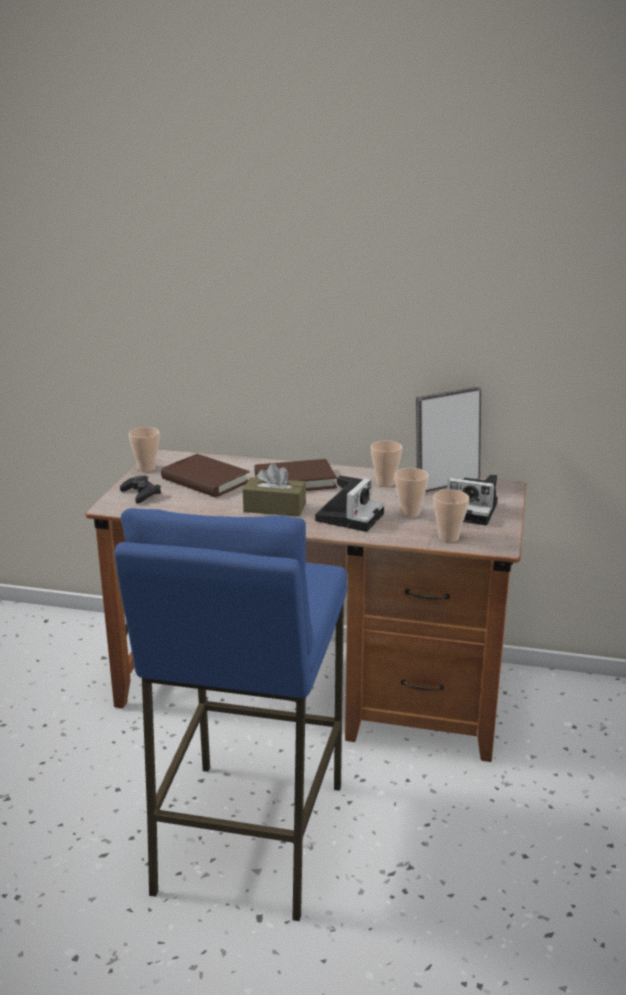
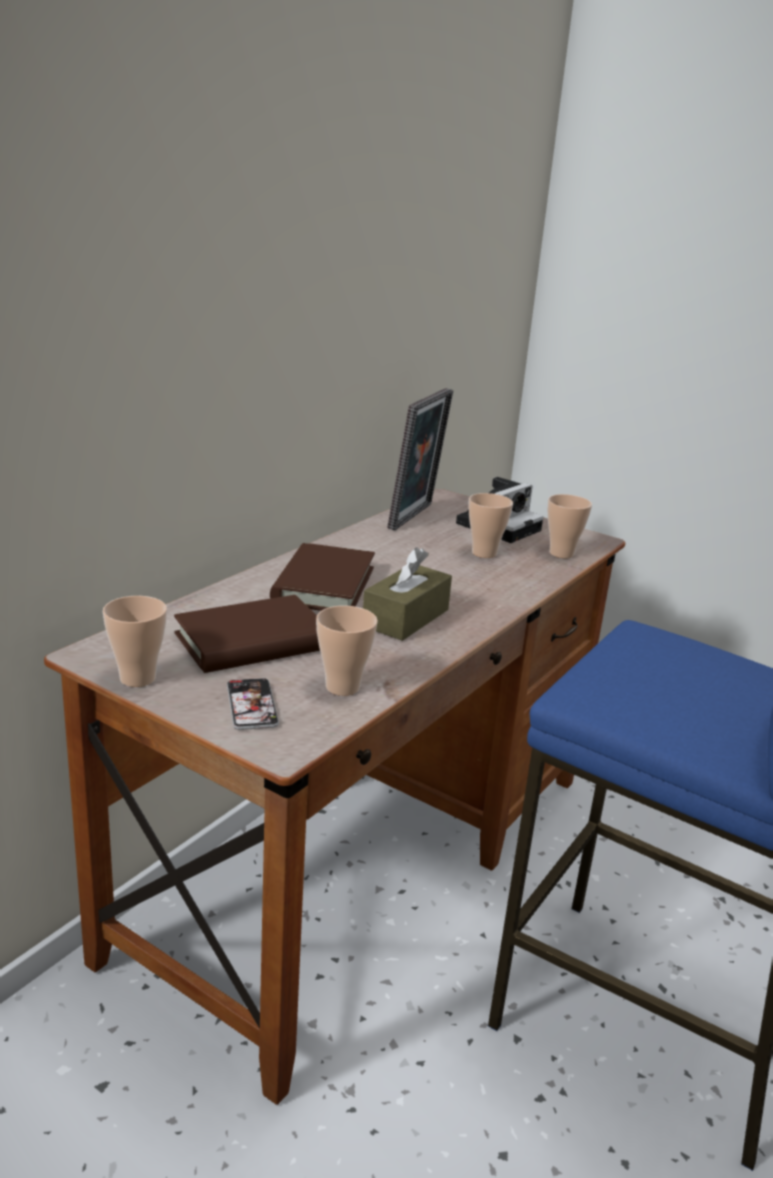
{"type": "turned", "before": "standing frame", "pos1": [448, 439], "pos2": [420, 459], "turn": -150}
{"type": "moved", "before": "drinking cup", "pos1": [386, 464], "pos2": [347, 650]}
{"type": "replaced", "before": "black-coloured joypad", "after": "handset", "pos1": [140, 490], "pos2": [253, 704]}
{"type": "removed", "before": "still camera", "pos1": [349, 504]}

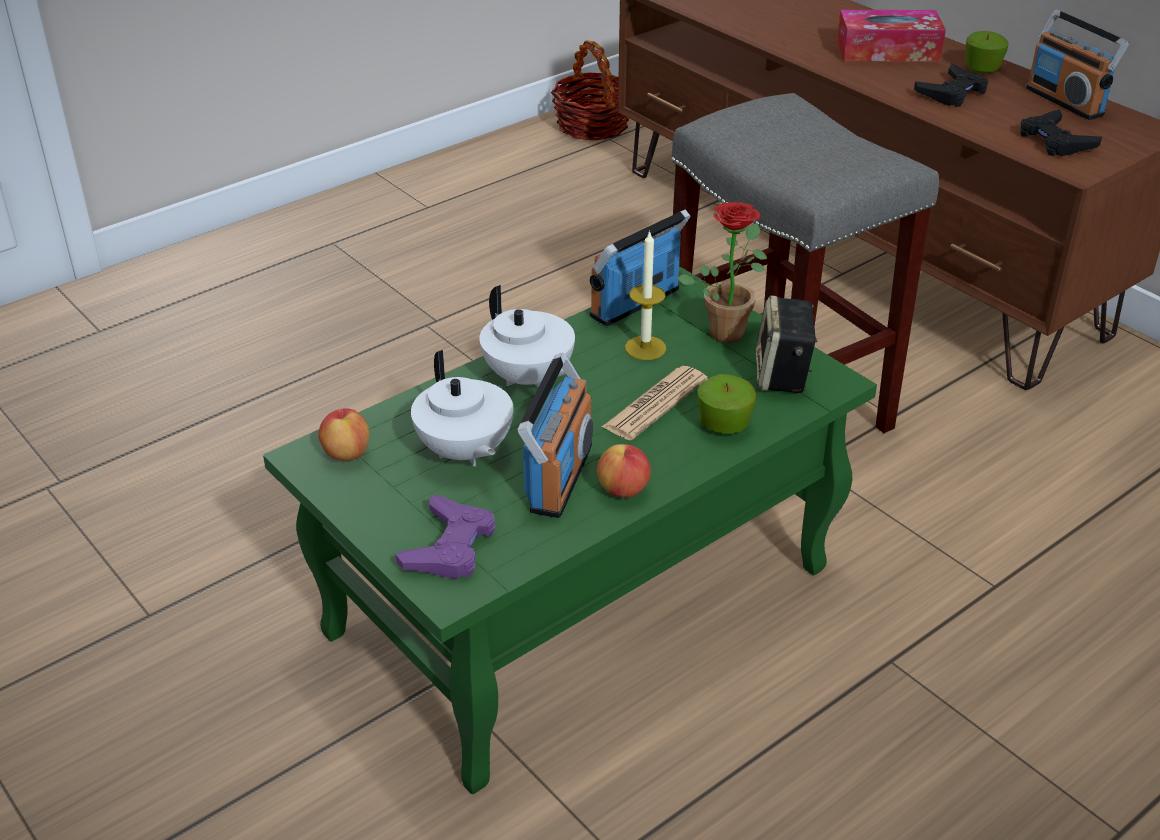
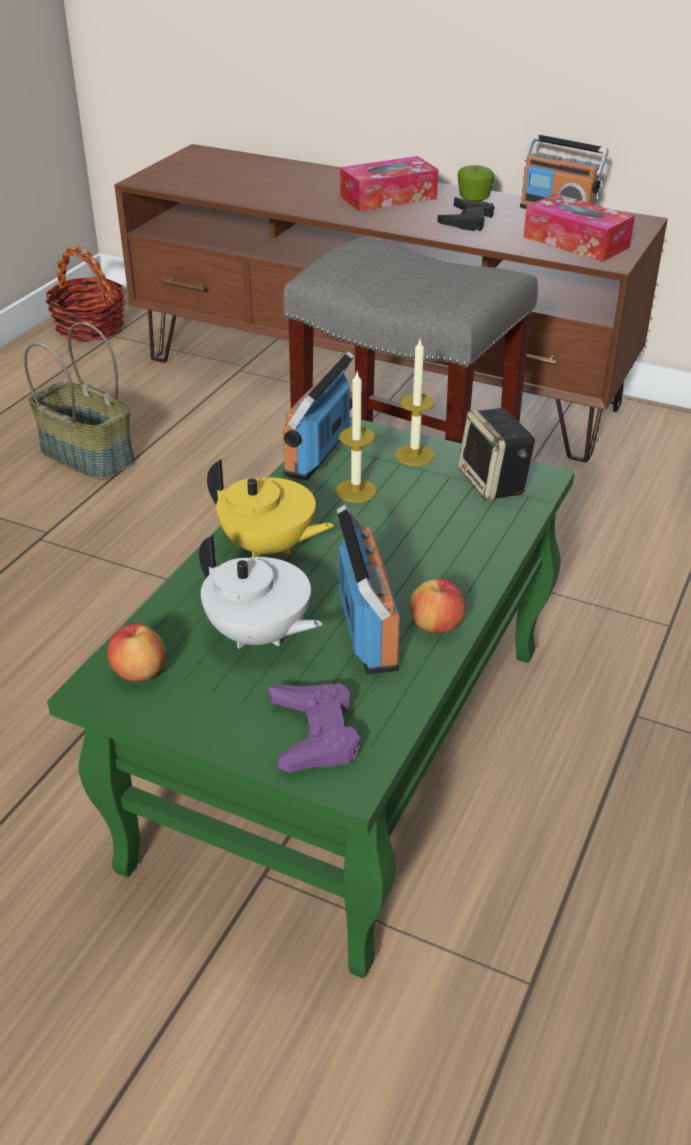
{"type": "replaced", "before": "black-coloured joypad", "after": "box of tissues", "pos1": [1061, 133], "pos2": [579, 227]}
{"type": "replaced", "before": "houseplant", "after": "wax candle", "pos1": [722, 272], "pos2": [414, 403]}
{"type": "recoloured", "before": "whitish tea pot", "after": "yellowish tea pot", "pos1": [527, 336], "pos2": [270, 508]}
{"type": "removed", "before": "printed paper", "pos1": [655, 403]}
{"type": "removed", "before": "apple", "pos1": [726, 404]}
{"type": "added", "after": "storage basket", "pos2": [79, 401]}

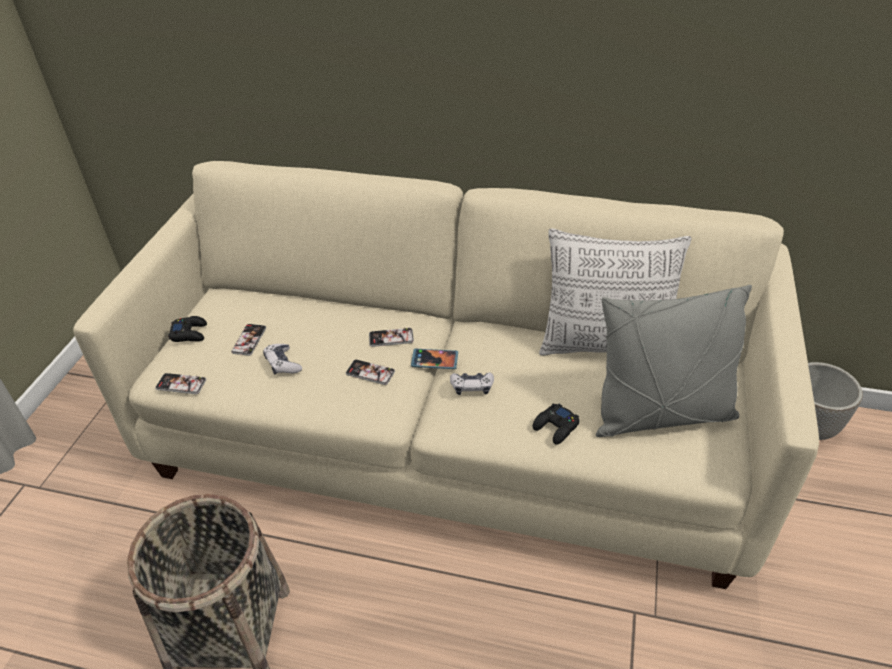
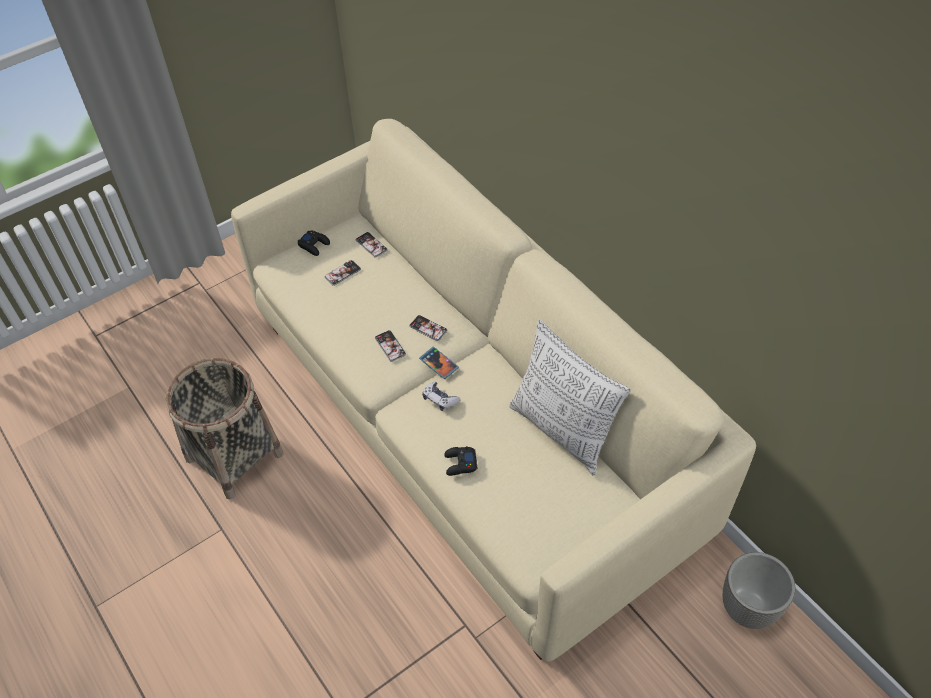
{"type": "removed", "before": "grey pillow", "pos1": [674, 361]}
{"type": "removed", "before": "joypad", "pos1": [282, 359]}
{"type": "moved", "before": "handset", "pos1": [180, 383], "pos2": [372, 245]}

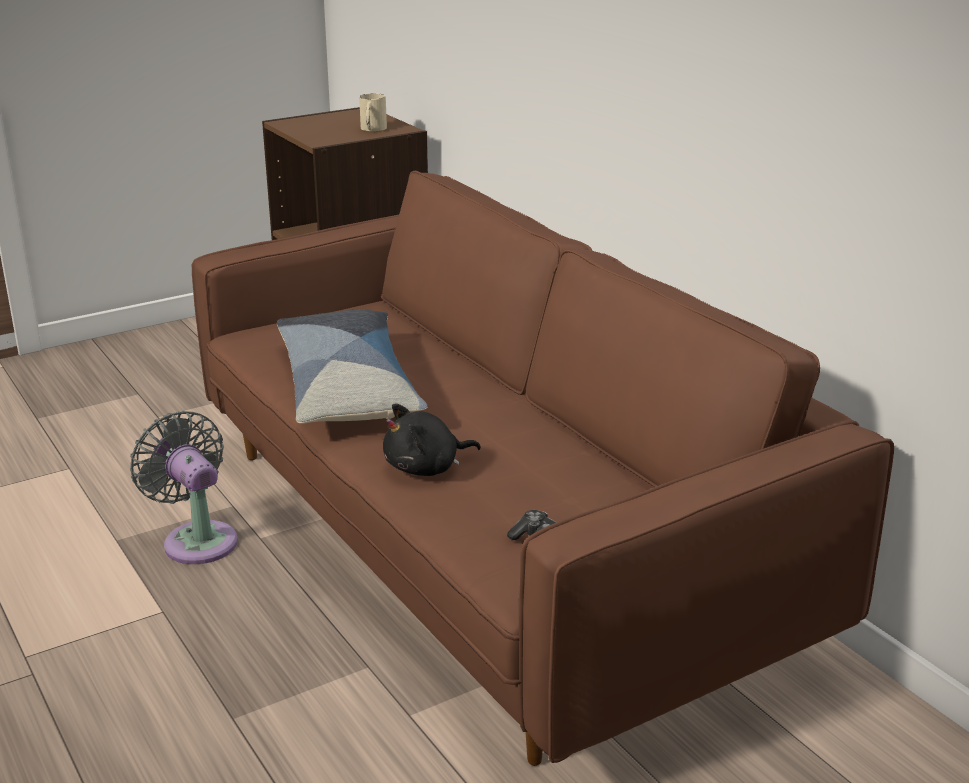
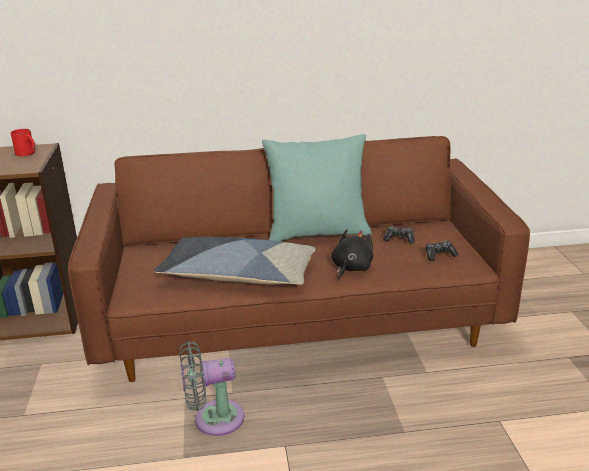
{"type": "recoloured", "before": "sand-coloured tea mug", "after": "red tea mug", "pos1": [373, 112], "pos2": [23, 142]}
{"type": "turned", "before": "black-coloured soft toy", "pos1": [432, 440], "pos2": [352, 255], "turn": -150}
{"type": "added", "after": "turquoise-coloured pillow", "pos2": [317, 187]}
{"type": "added", "after": "joypad", "pos2": [399, 235]}

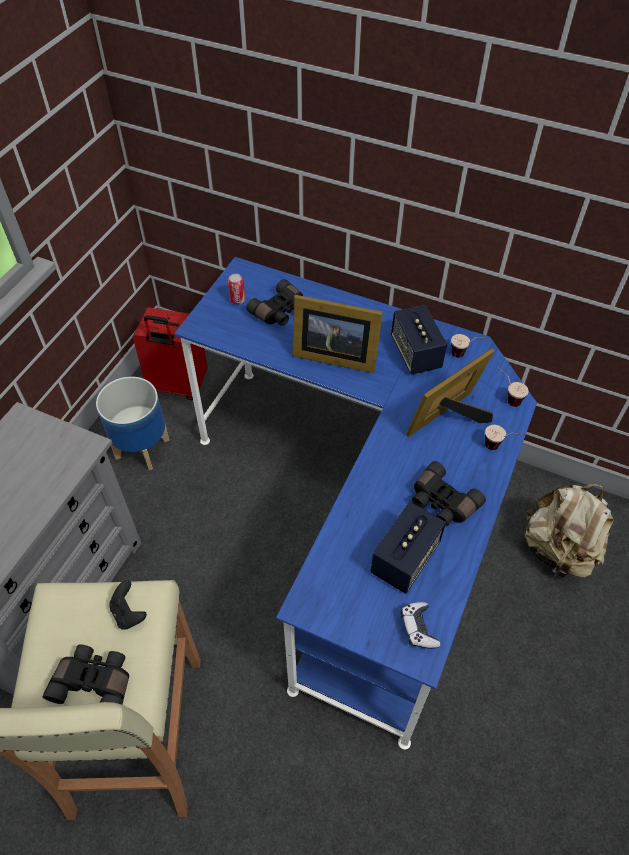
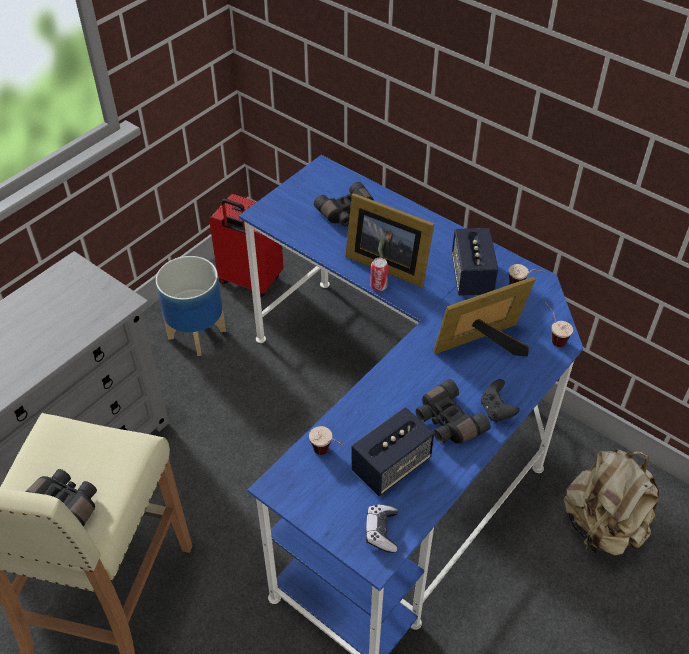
{"type": "moved", "before": "metal can", "pos1": [236, 289], "pos2": [379, 274]}
{"type": "moved", "before": "drinking cup", "pos1": [505, 437], "pos2": [326, 440]}
{"type": "moved", "before": "black-coloured joypad", "pos1": [128, 605], "pos2": [500, 400]}

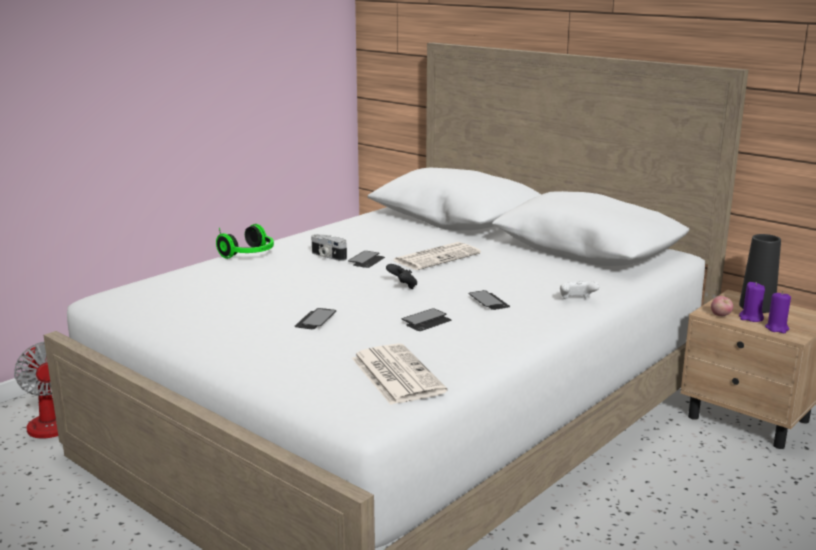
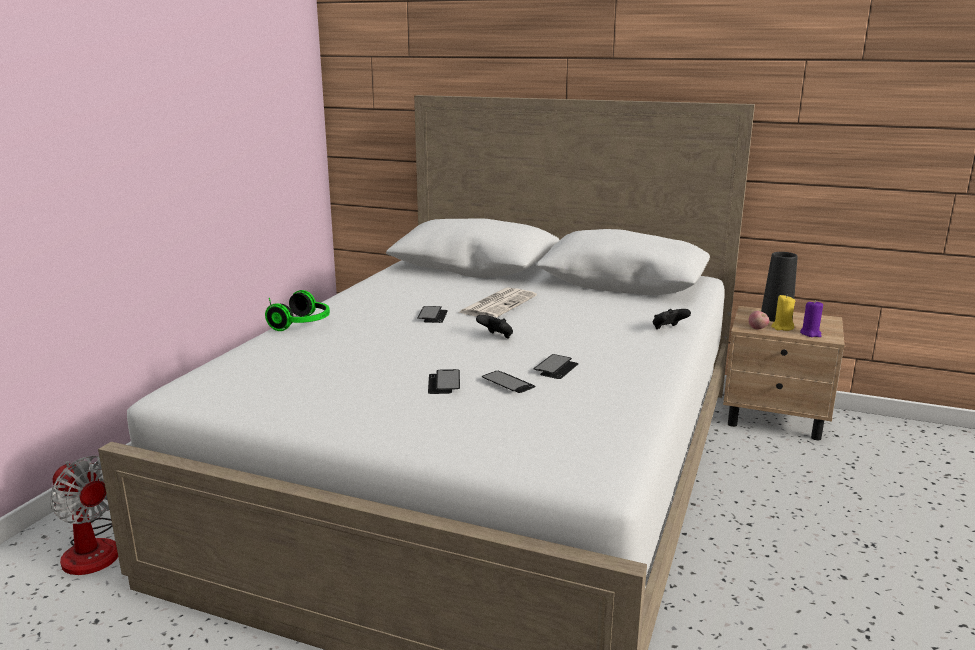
{"type": "removed", "before": "still camera", "pos1": [329, 247]}
{"type": "recoloured", "before": "whitish joypad", "after": "black-coloured joypad", "pos1": [580, 289], "pos2": [672, 319]}
{"type": "recoloured", "before": "purplish wax candle", "after": "yellowish wax candle", "pos1": [752, 302], "pos2": [783, 313]}
{"type": "moved", "before": "handset", "pos1": [489, 300], "pos2": [508, 382]}
{"type": "removed", "before": "printed paper", "pos1": [400, 374]}

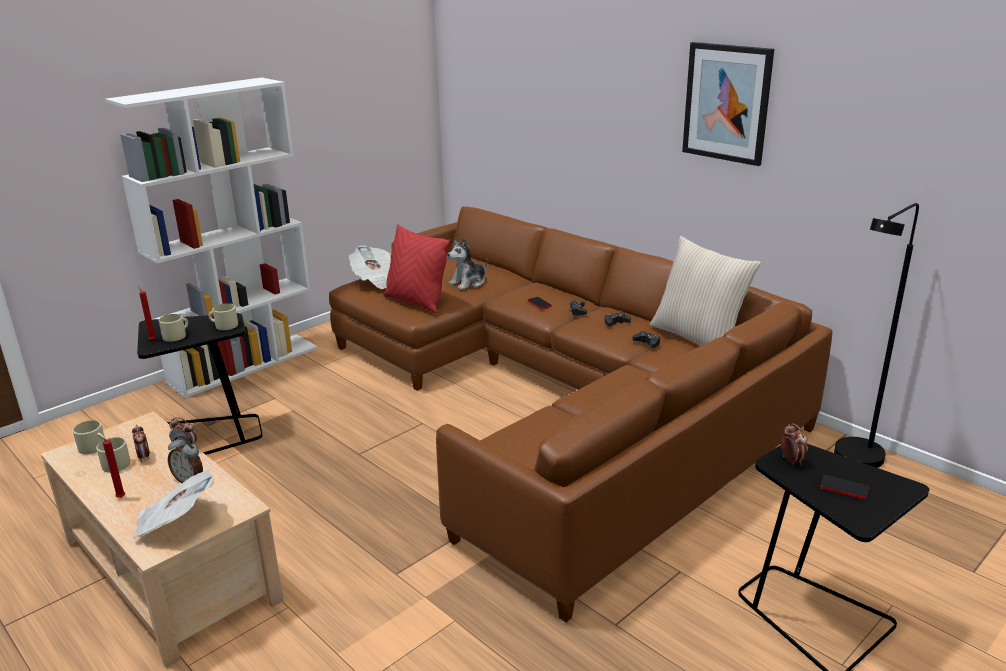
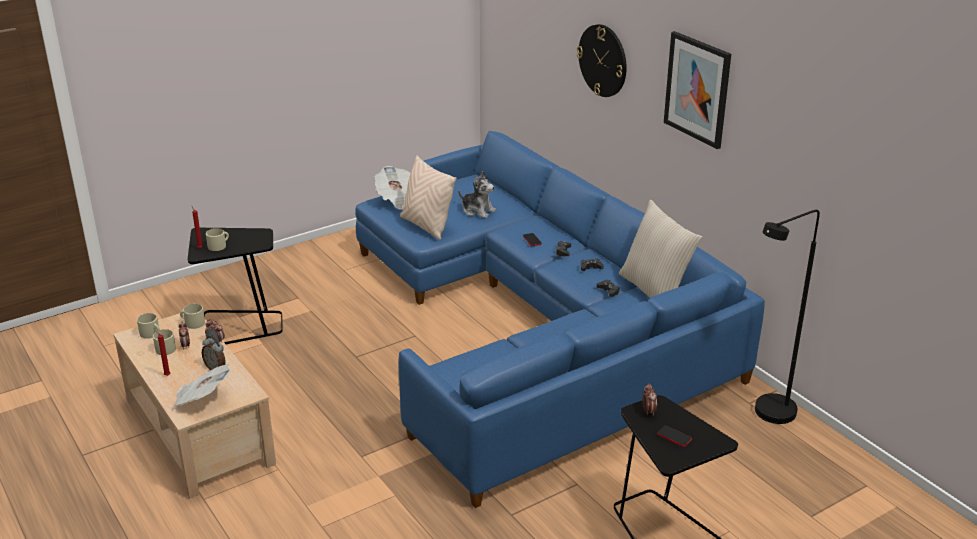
{"type": "removed", "before": "whitish shelving unit", "pos1": [211, 237]}
{"type": "recoloured", "before": "brownish couch", "after": "blue couch", "pos1": [581, 414], "pos2": [560, 319]}
{"type": "recoloured", "before": "red pillow", "after": "sand-coloured pillow", "pos1": [417, 268], "pos2": [428, 197]}
{"type": "turned", "before": "soft toy", "pos1": [467, 264], "pos2": [477, 194], "turn": -120}
{"type": "moved", "before": "sand-coloured tea mug", "pos1": [223, 316], "pos2": [192, 316]}
{"type": "added", "after": "hanging clock", "pos2": [602, 60]}

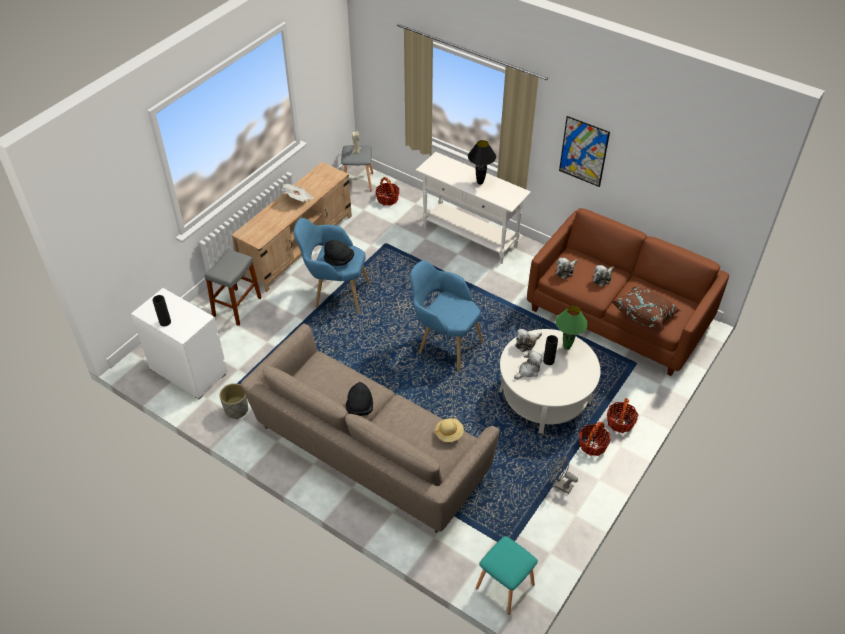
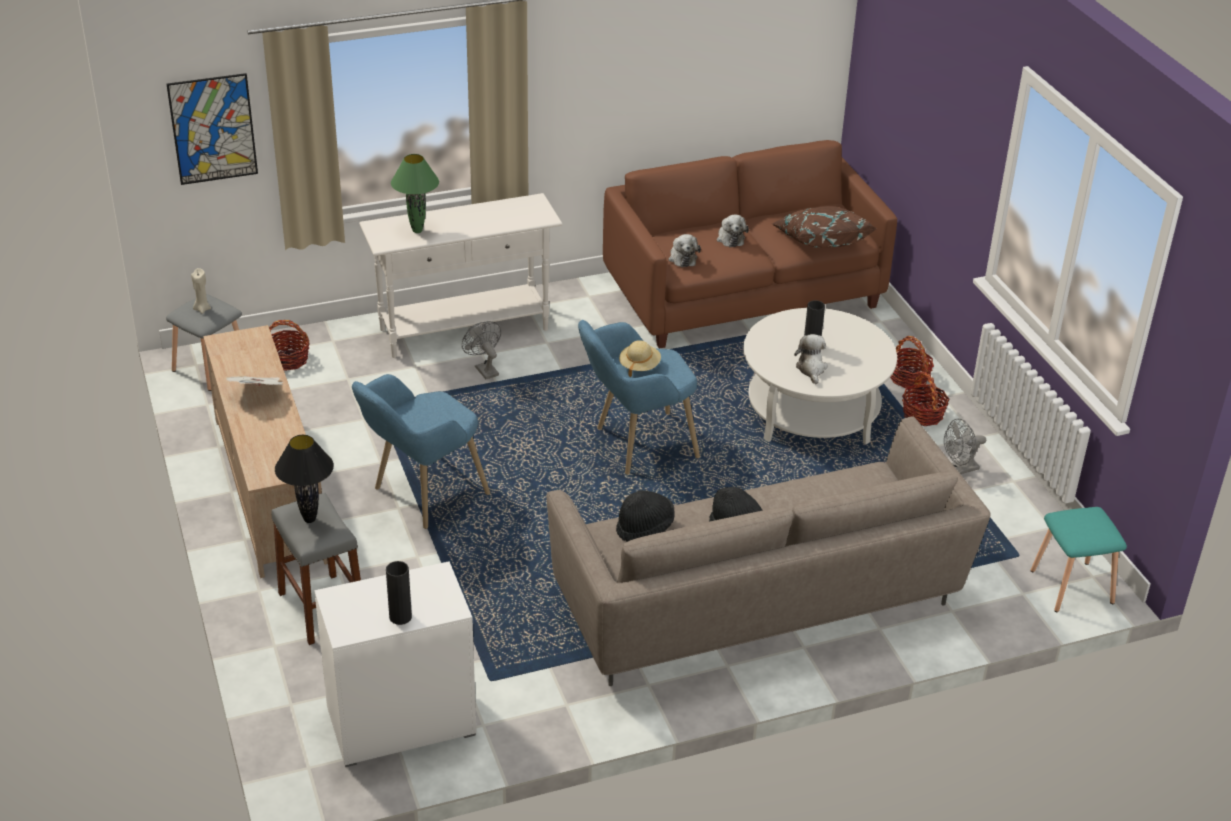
{"type": "moved", "before": "wall art", "pos1": [584, 151], "pos2": [212, 129]}
{"type": "moved", "before": "black-coloured lamp for a table", "pos1": [482, 162], "pos2": [304, 479]}
{"type": "moved", "before": "black-coloured hat", "pos1": [339, 253], "pos2": [645, 516]}
{"type": "moved", "before": "green lamp for a table", "pos1": [571, 328], "pos2": [415, 193]}
{"type": "removed", "before": "soft toy", "pos1": [528, 340]}
{"type": "removed", "before": "grey plant pot", "pos1": [233, 401]}
{"type": "moved", "before": "sand-coloured hat", "pos1": [449, 430], "pos2": [640, 358]}
{"type": "added", "after": "grey electric fan", "pos2": [481, 350]}

